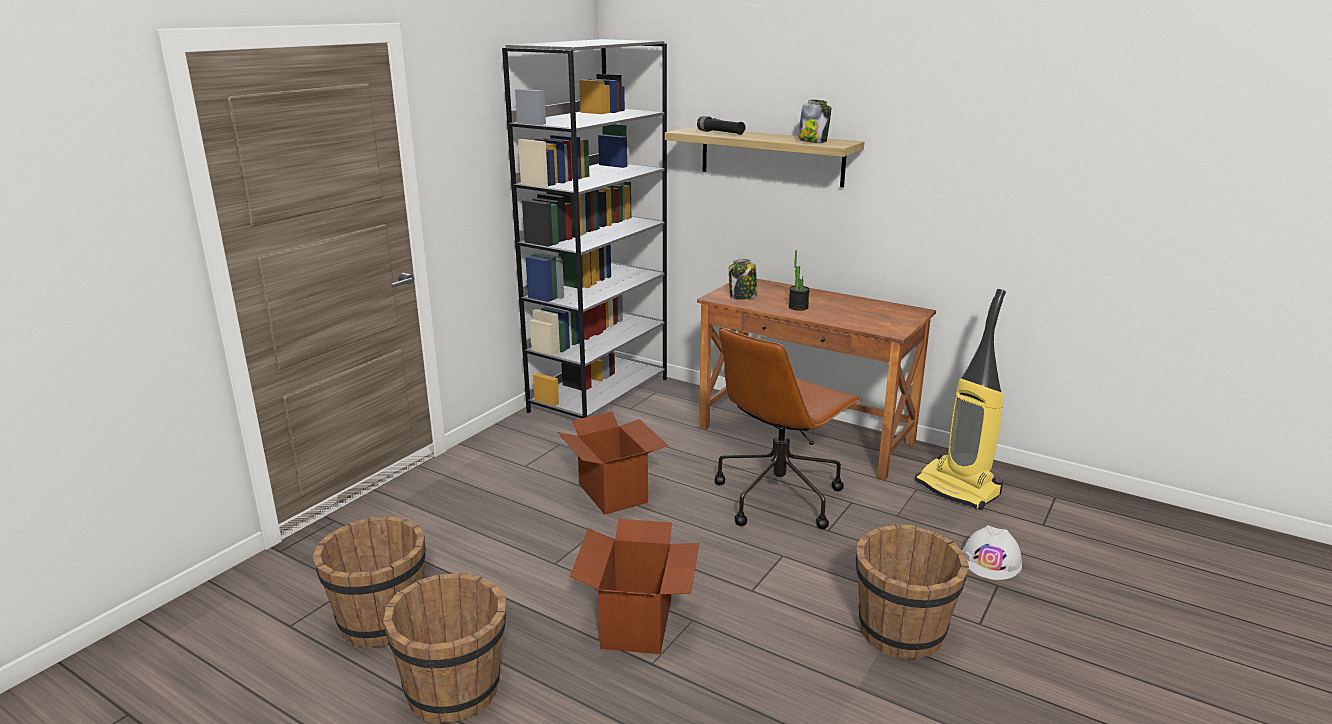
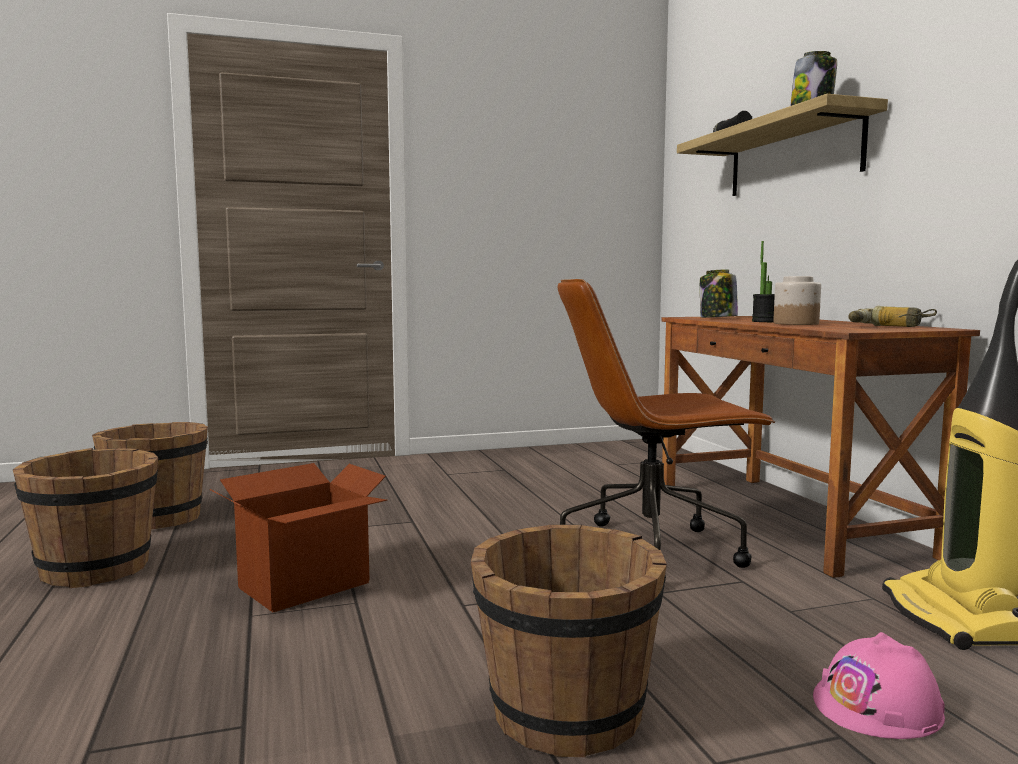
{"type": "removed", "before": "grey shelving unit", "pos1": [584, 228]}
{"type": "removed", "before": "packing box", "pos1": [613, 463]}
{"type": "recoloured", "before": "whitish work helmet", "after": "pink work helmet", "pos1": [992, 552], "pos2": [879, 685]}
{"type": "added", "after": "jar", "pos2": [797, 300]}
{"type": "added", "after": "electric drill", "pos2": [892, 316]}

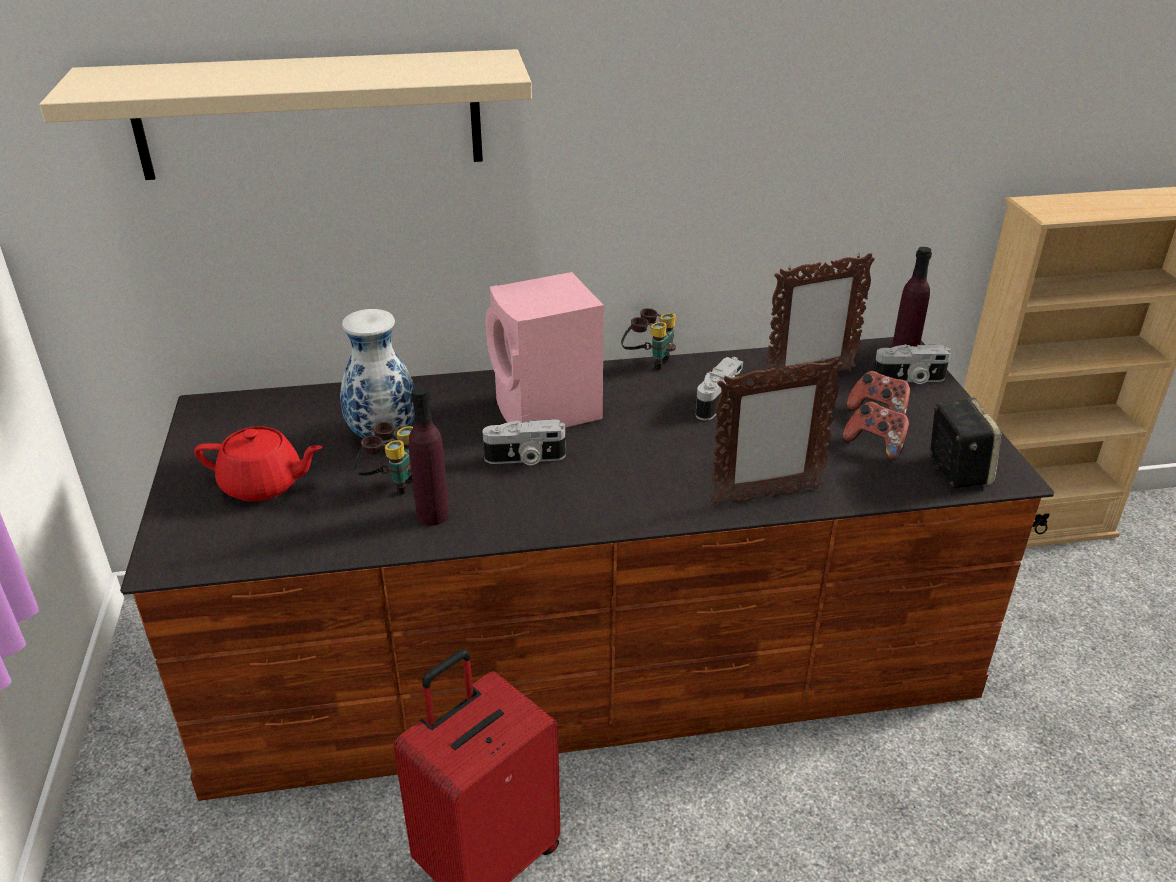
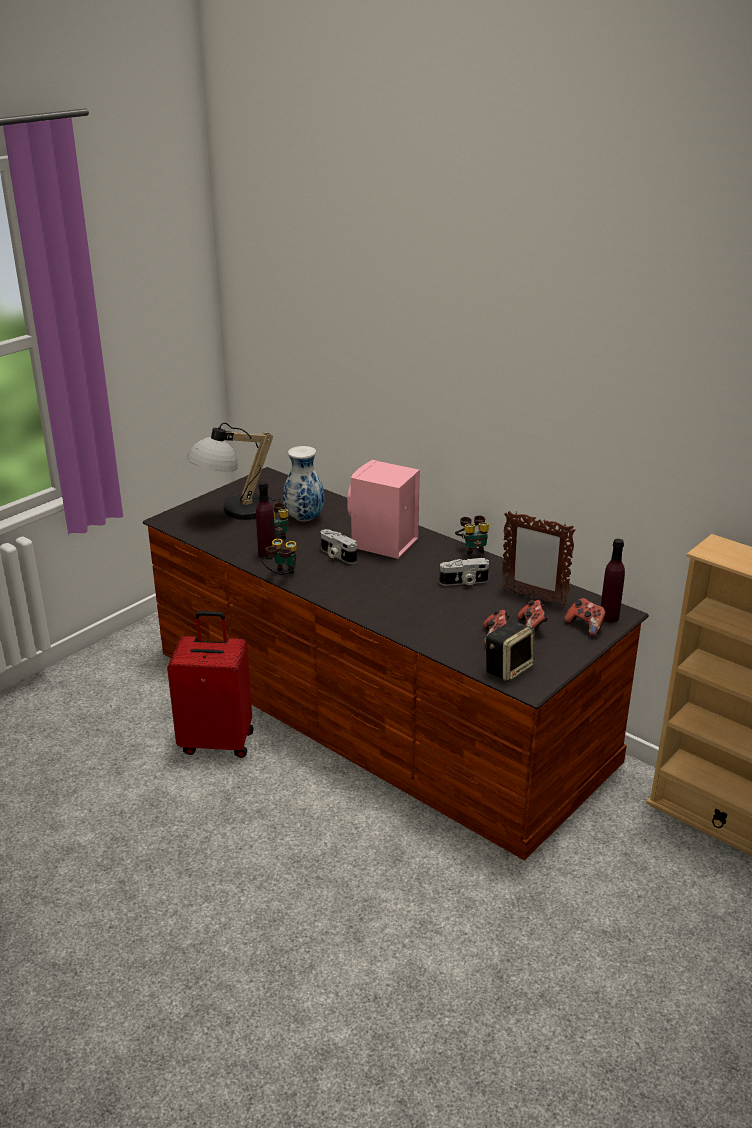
{"type": "removed", "before": "sand-coloured shelf", "pos1": [285, 114]}
{"type": "replaced", "before": "still camera", "after": "joypad", "pos1": [912, 364], "pos2": [585, 617]}
{"type": "removed", "before": "standing frame", "pos1": [777, 432]}
{"type": "replaced", "before": "red tea pot", "after": "lamp for a table", "pos1": [258, 464], "pos2": [235, 471]}
{"type": "added", "after": "field glasses", "pos2": [278, 557]}

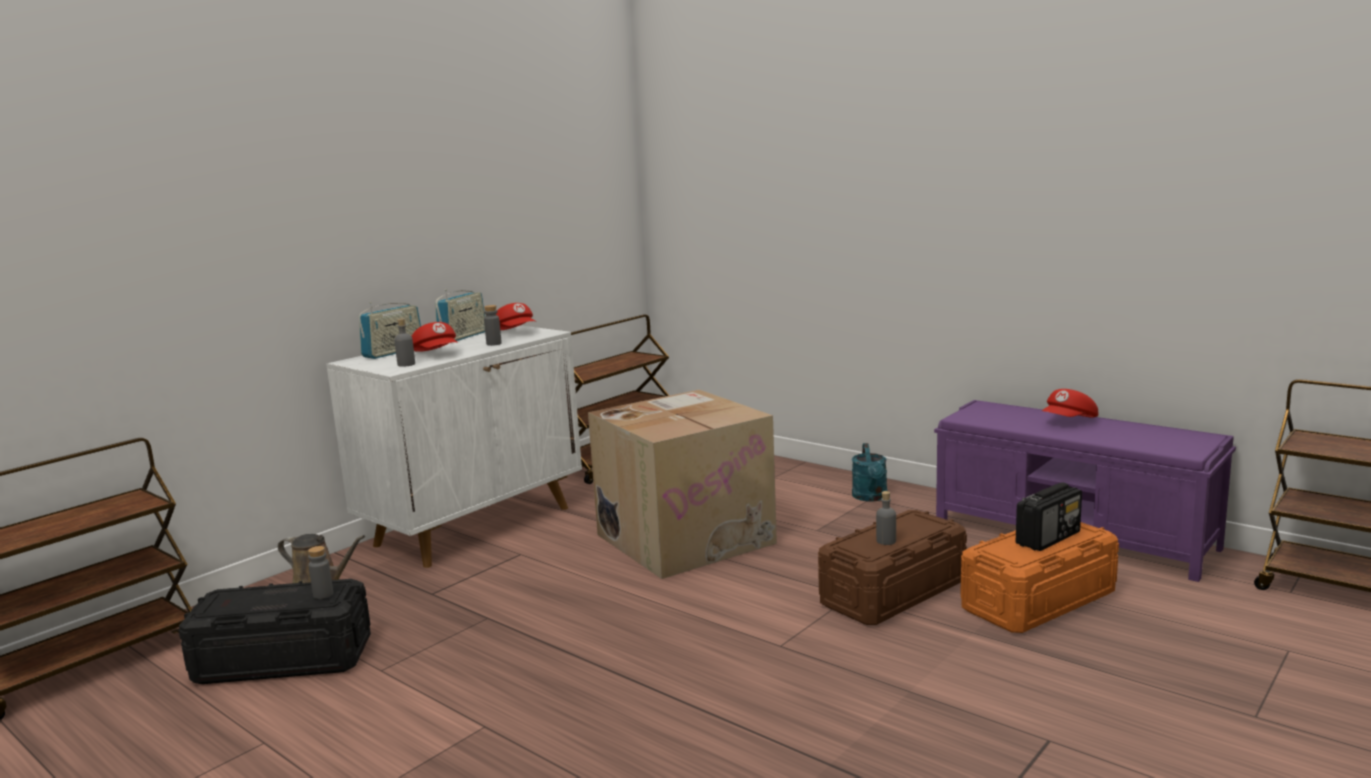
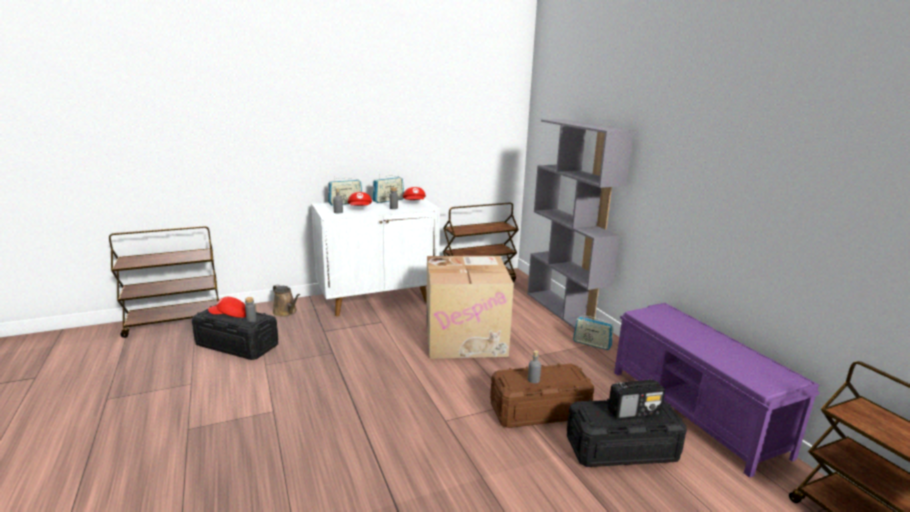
{"type": "moved", "before": "red cap", "pos1": [1070, 403], "pos2": [227, 307]}
{"type": "replaced", "before": "turquoise-coloured watering pot", "after": "radio receiver", "pos1": [869, 472], "pos2": [593, 331]}
{"type": "recoloured", "before": "orange-coloured storage box", "after": "black-coloured storage box", "pos1": [1040, 577], "pos2": [627, 433]}
{"type": "added", "after": "grey shelving unit", "pos2": [580, 224]}

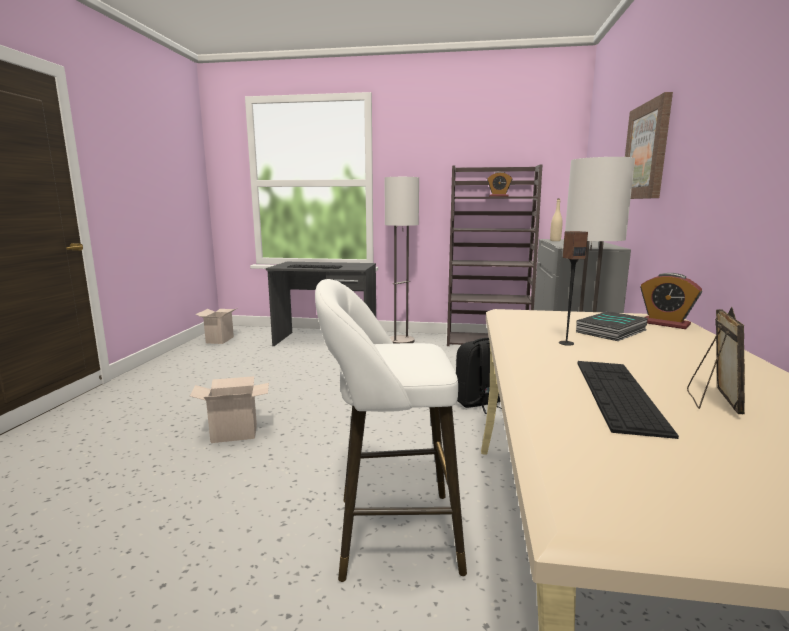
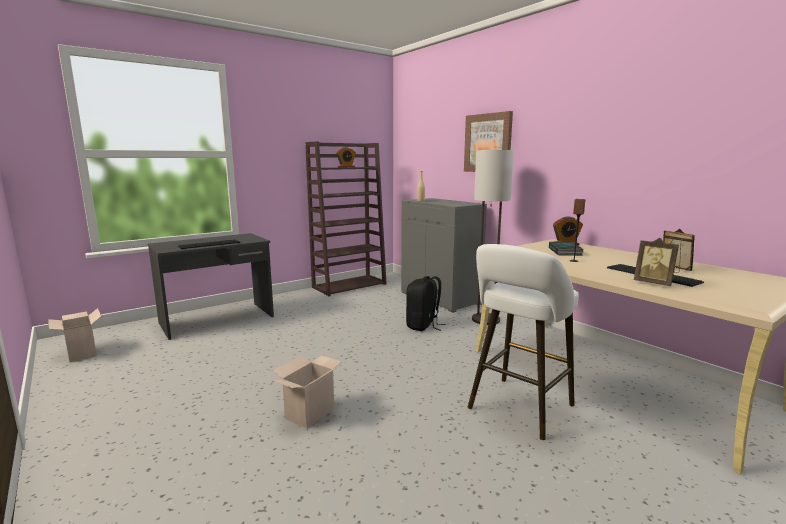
{"type": "removed", "before": "floor lamp", "pos1": [402, 260]}
{"type": "added", "after": "standing frame", "pos2": [656, 262]}

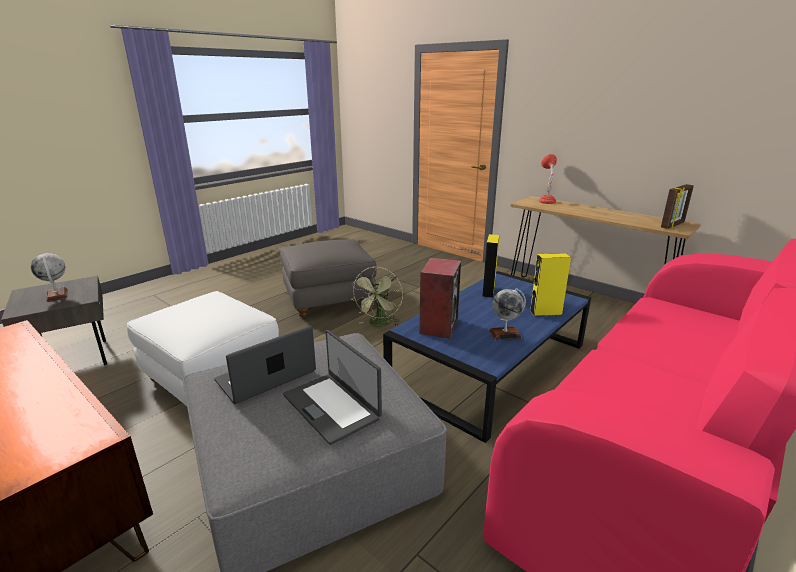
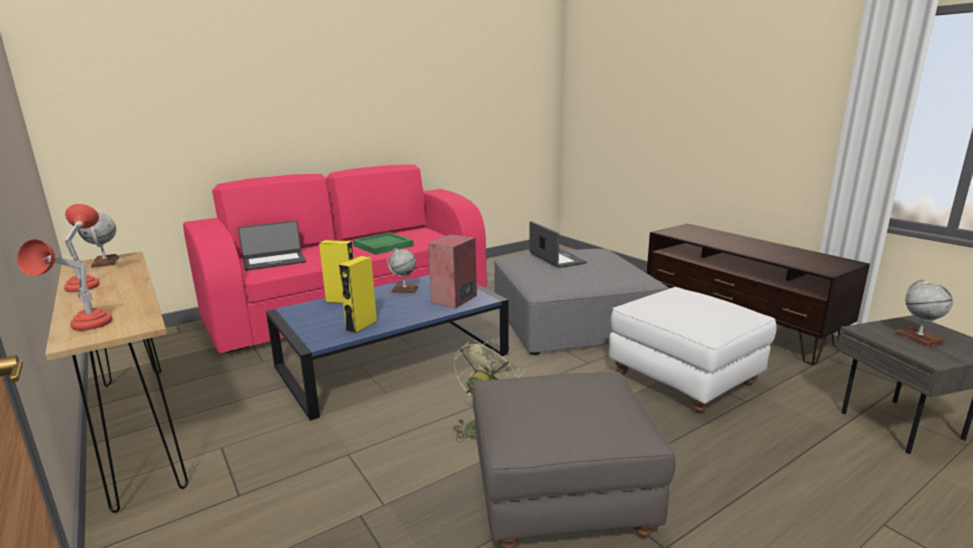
{"type": "replaced", "before": "standing frame", "after": "world globe", "pos1": [677, 206], "pos2": [98, 240]}
{"type": "moved", "before": "portable computer", "pos1": [265, 365], "pos2": [272, 246]}
{"type": "added", "after": "red lamp for a table", "pos2": [82, 248]}
{"type": "added", "after": "green carrying tray", "pos2": [383, 243]}

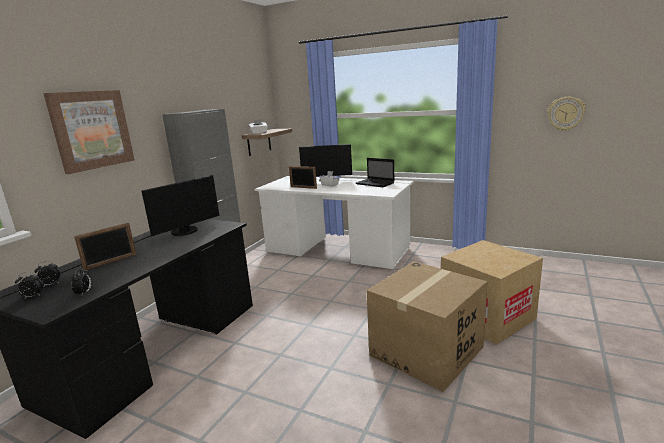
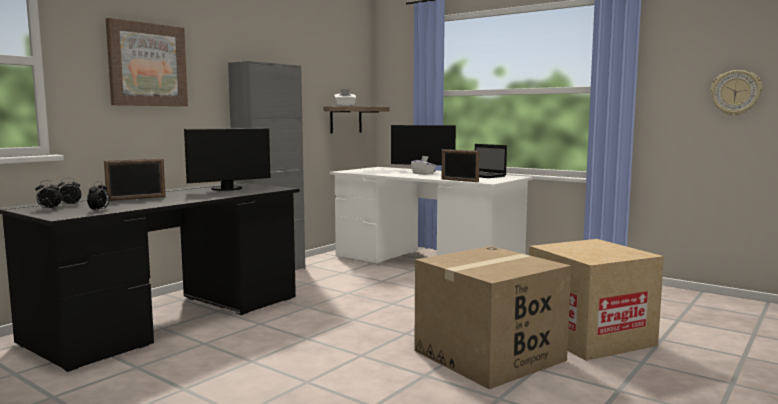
{"type": "moved", "before": "standing frame", "pos1": [303, 177], "pos2": [460, 165]}

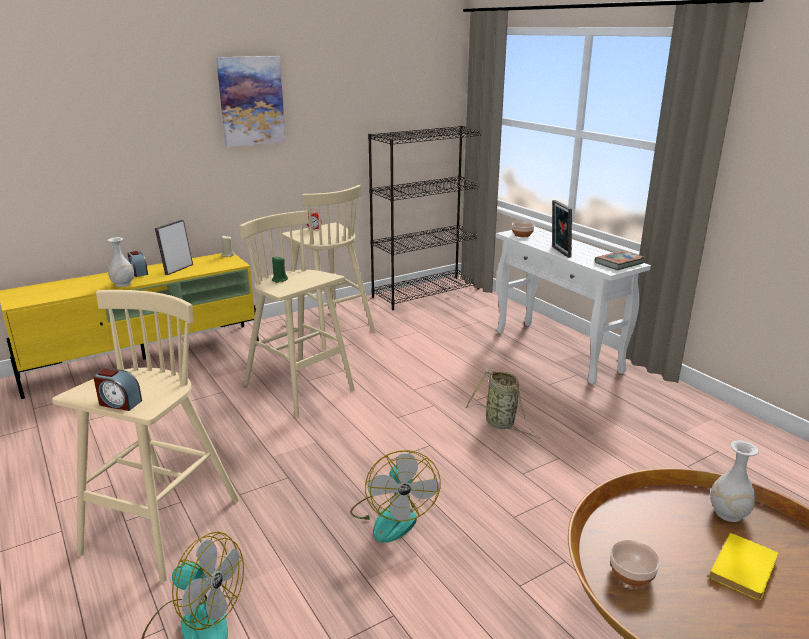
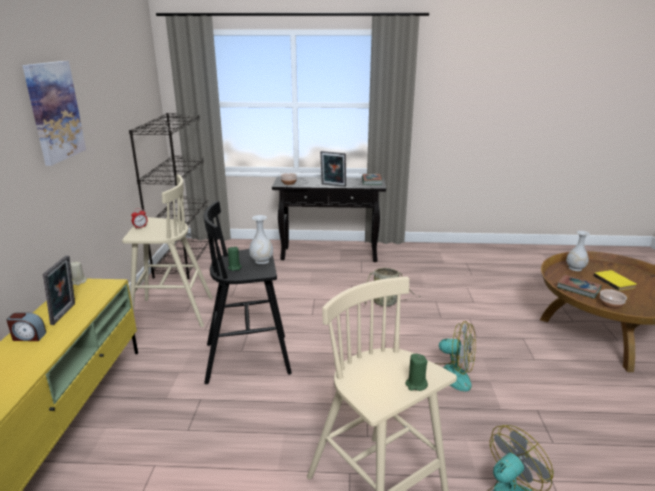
{"type": "recoloured", "before": "sand-coloured sitting stool", "after": "black-coloured sitting stool", "pos1": [297, 314], "pos2": [248, 292]}
{"type": "turned", "before": "standing frame", "pos1": [174, 247], "pos2": [59, 290], "turn": -150}
{"type": "recoloured", "before": "whitish hall table", "after": "black-coloured hall table", "pos1": [573, 305], "pos2": [329, 219]}
{"type": "moved", "before": "whitish decorative vase", "pos1": [120, 262], "pos2": [261, 239]}
{"type": "replaced", "before": "alarm clock", "after": "green wax candle", "pos1": [117, 389], "pos2": [416, 372]}
{"type": "added", "after": "bound book", "pos2": [579, 287]}

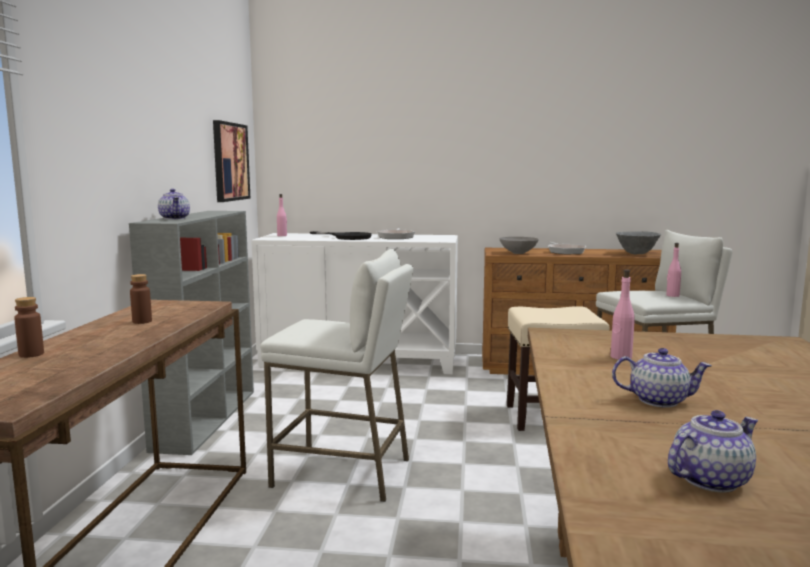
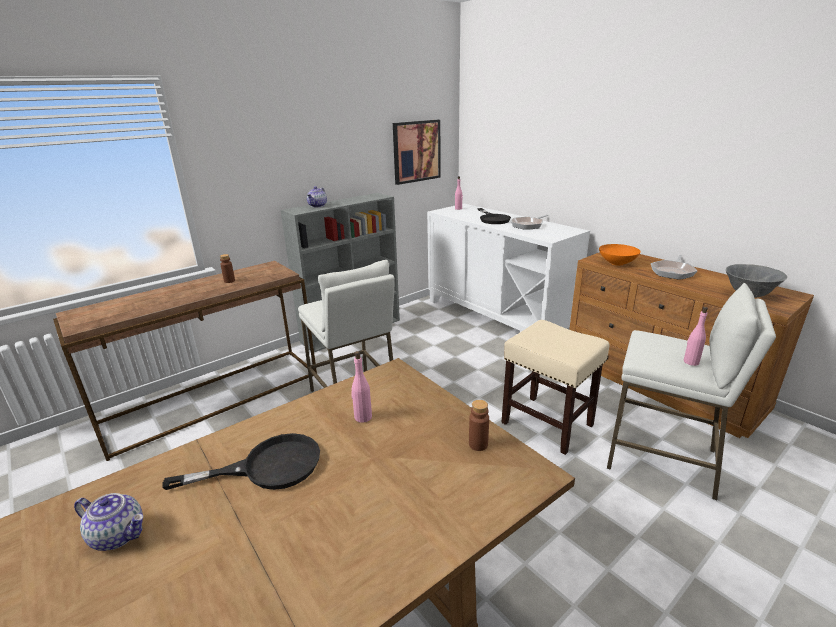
{"type": "recoloured", "before": "grey bowl", "after": "orange-coloured bowl", "pos1": [519, 245], "pos2": [620, 255]}
{"type": "moved", "before": "brownish bottle", "pos1": [29, 327], "pos2": [479, 425]}
{"type": "replaced", "before": "tea pot", "after": "black-coloured pan", "pos1": [662, 378], "pos2": [241, 461]}

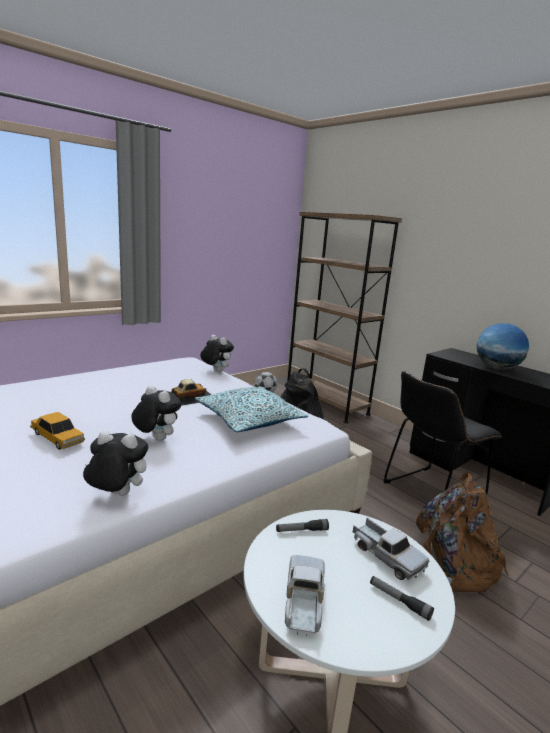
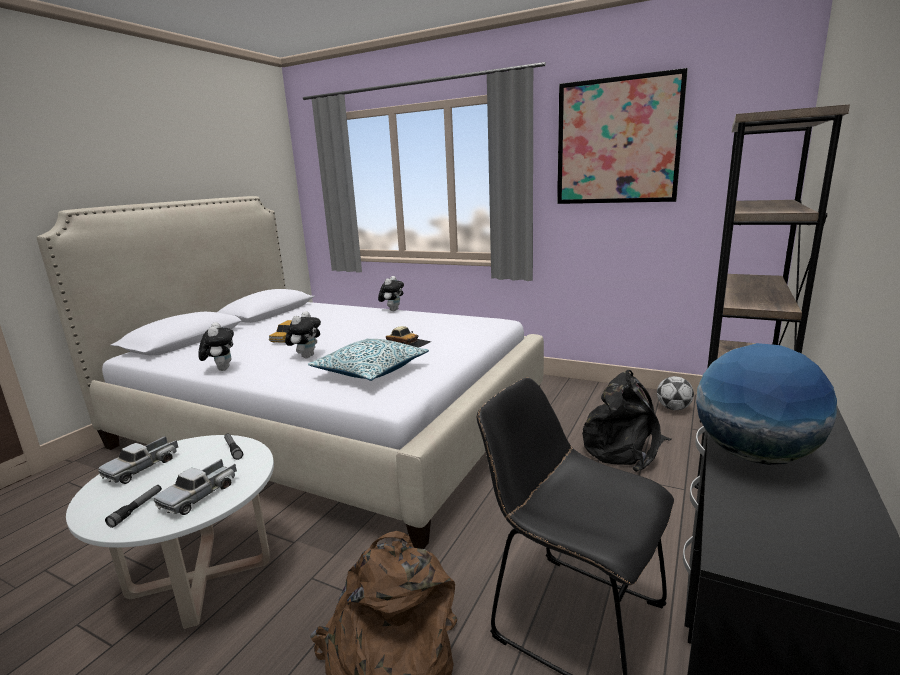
{"type": "moved", "before": "soft toy", "pos1": [217, 353], "pos2": [391, 293]}
{"type": "turned", "before": "toy lorry", "pos1": [304, 595], "pos2": [138, 460], "turn": 135}
{"type": "added", "after": "wall art", "pos2": [622, 136]}

